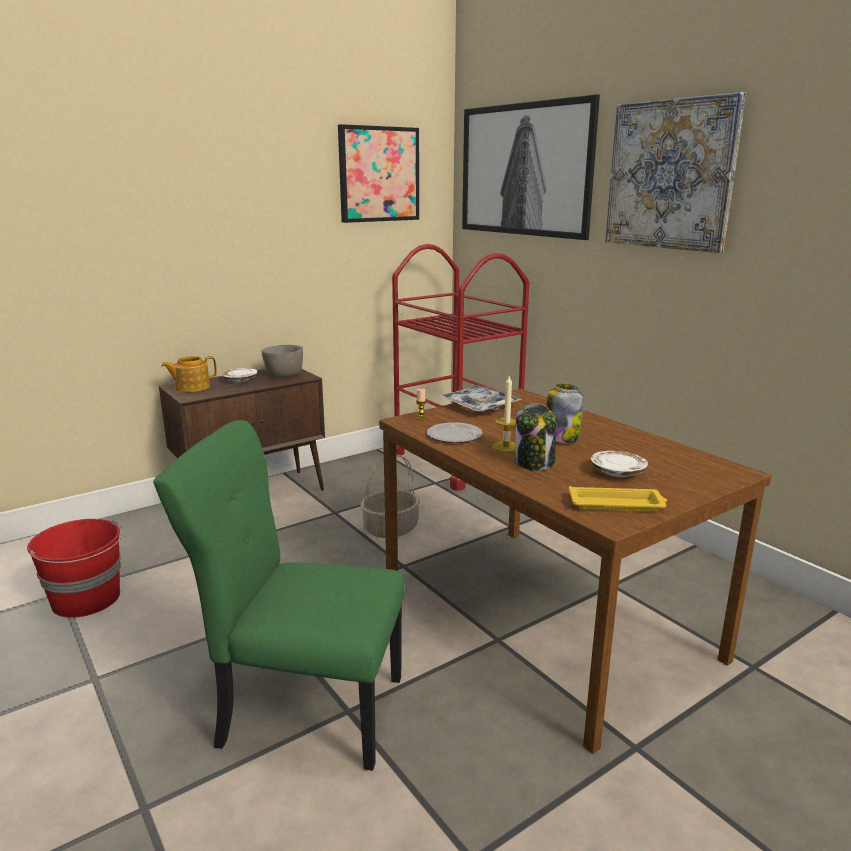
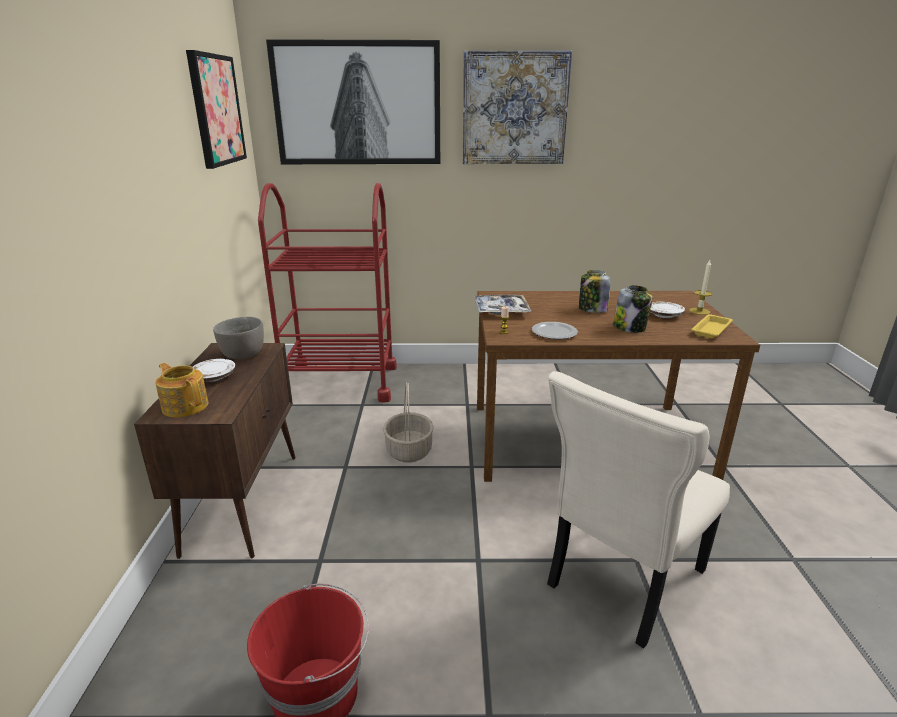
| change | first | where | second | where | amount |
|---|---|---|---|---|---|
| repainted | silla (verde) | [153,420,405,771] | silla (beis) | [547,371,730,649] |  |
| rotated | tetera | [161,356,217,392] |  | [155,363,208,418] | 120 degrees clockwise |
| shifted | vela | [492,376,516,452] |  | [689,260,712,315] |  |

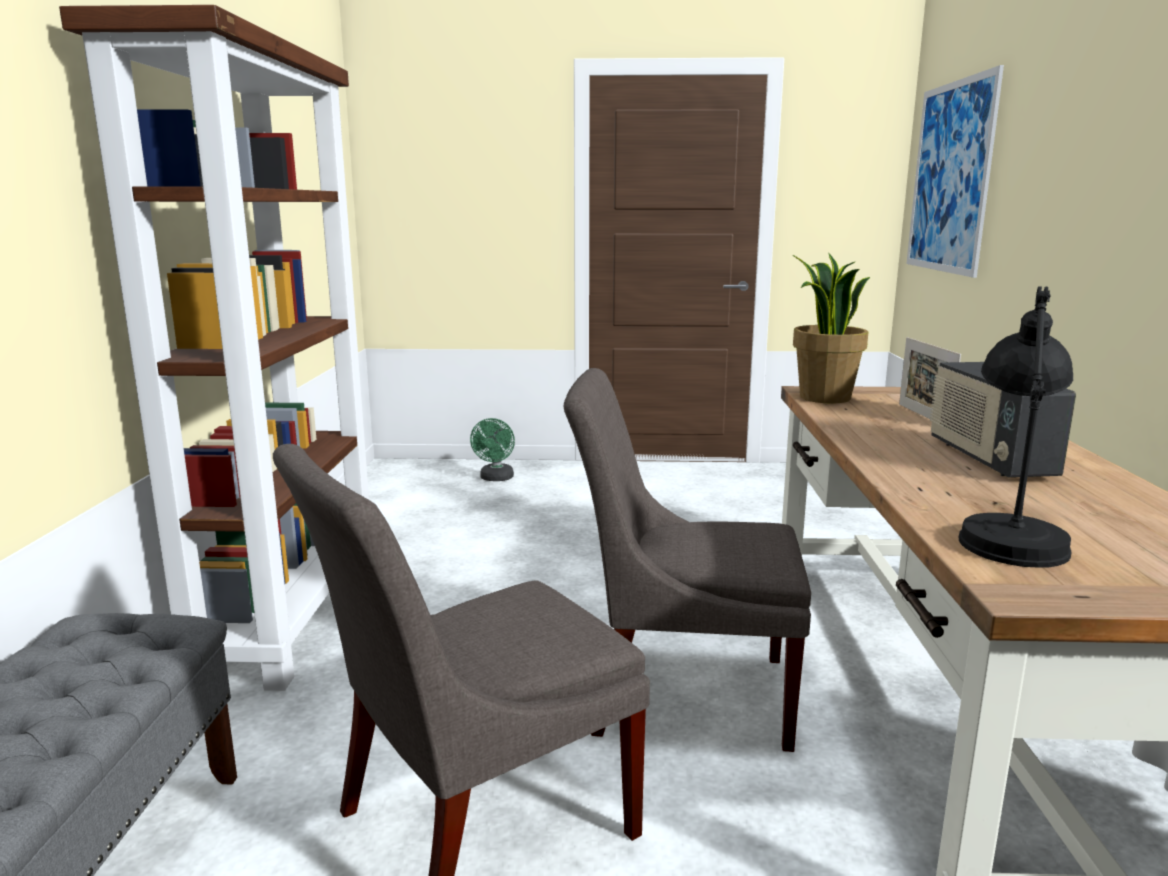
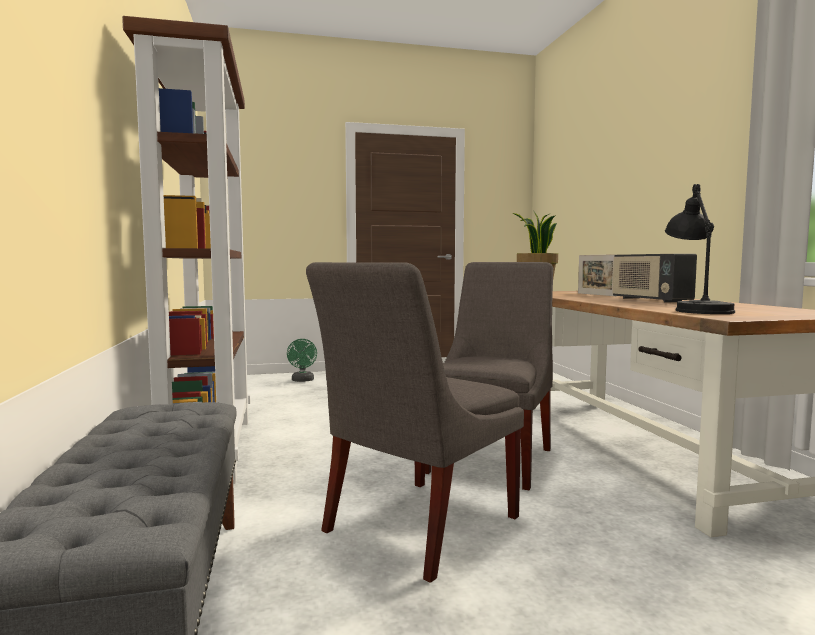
| change | first | where | second | where | amount |
|---|---|---|---|---|---|
| rotated | silla (gris) | [564,368,811,752] |  | [425,262,553,490] | 120 degrees clockwise |
| gone | cuadro | [906,65,1004,278] |  |  |  |

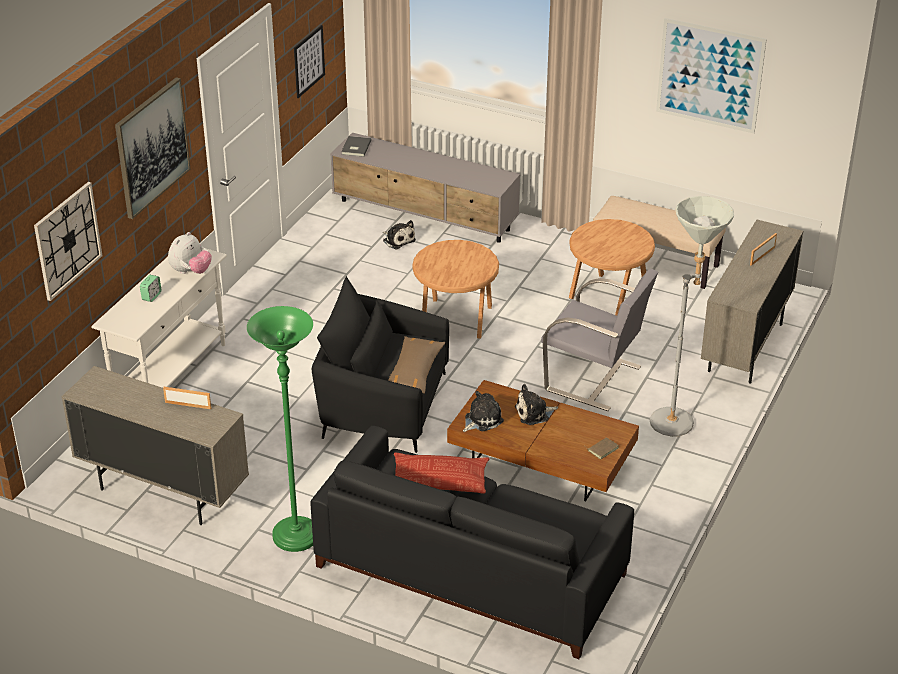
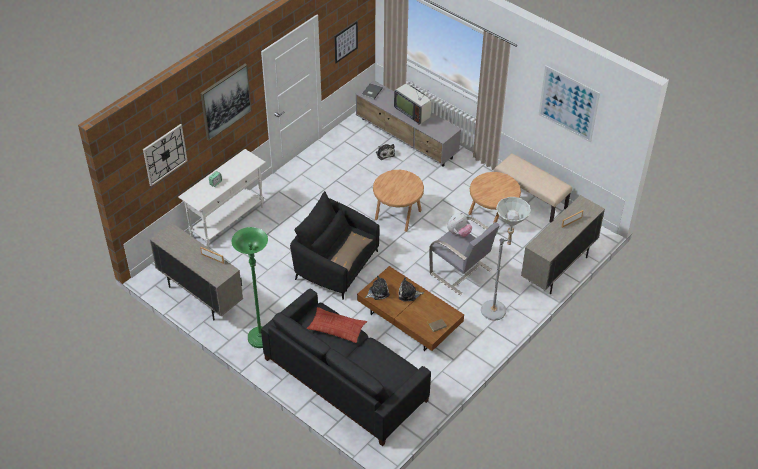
| change | first | where | second | where | amount |
|---|---|---|---|---|---|
| shifted | peluche | [168,232,212,274] |  | [447,212,472,237] |  |
| new |  |  | televisor | [394,81,431,125] |  |

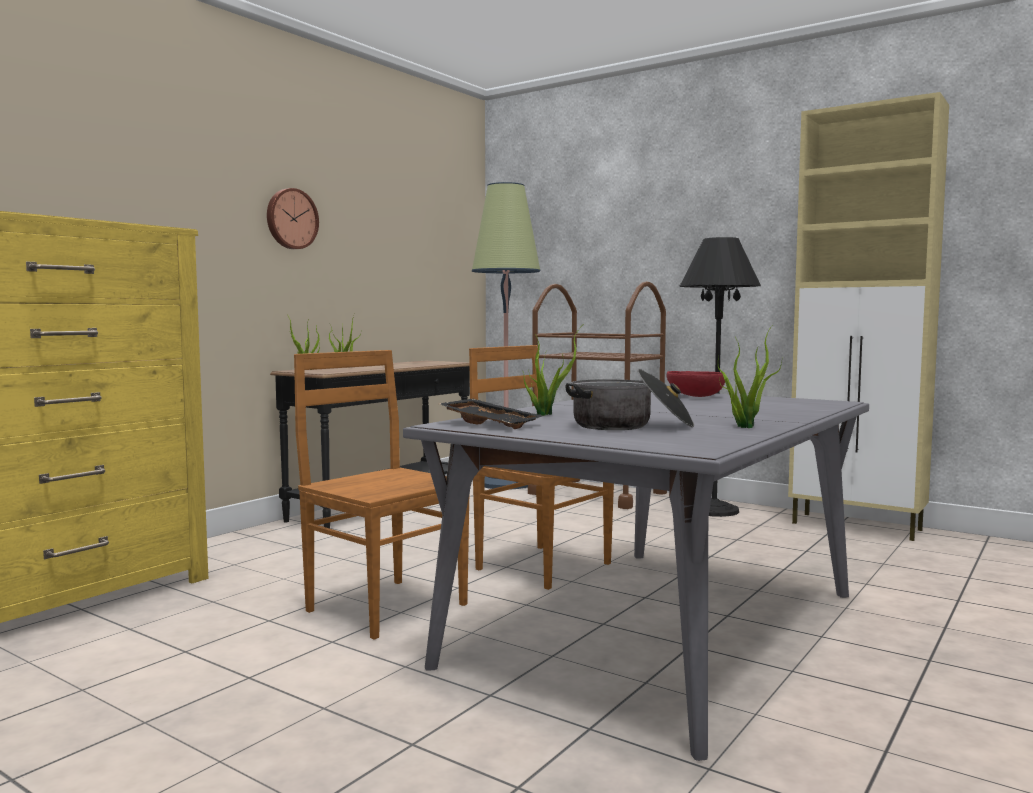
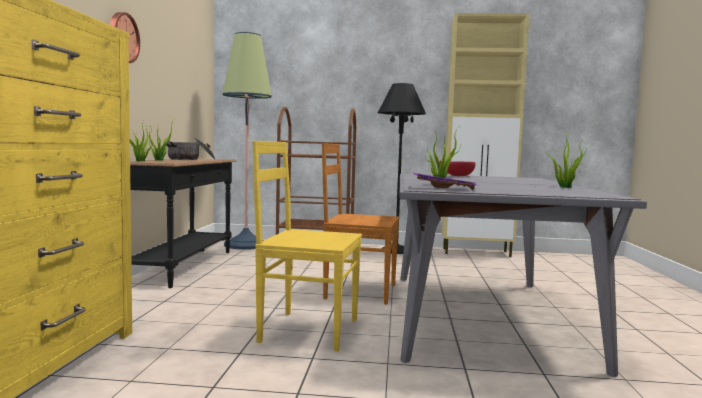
| change | first | where | second | where | amount |
|---|---|---|---|---|---|
| repainted | silla (marrón) | [294,350,469,640] | silla (amarillo) | [252,141,362,351] |  |
| repainted | bandeja (negro) | [440,399,543,429] | bandeja (morado) | [414,173,478,191] |  |
| shifted | olla | [565,369,694,430] |  | [167,138,216,160] |  |

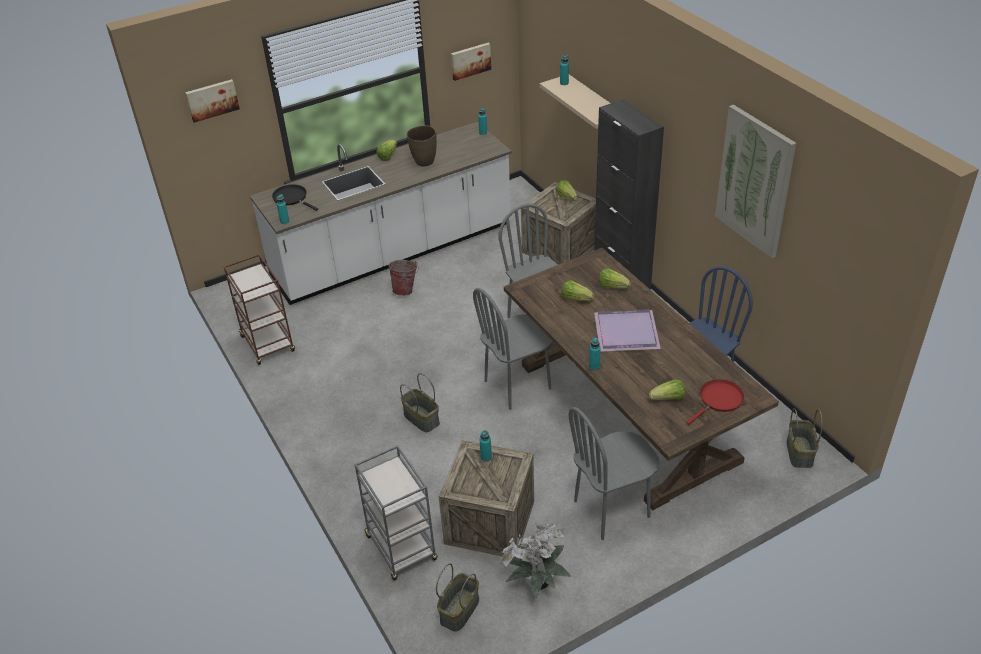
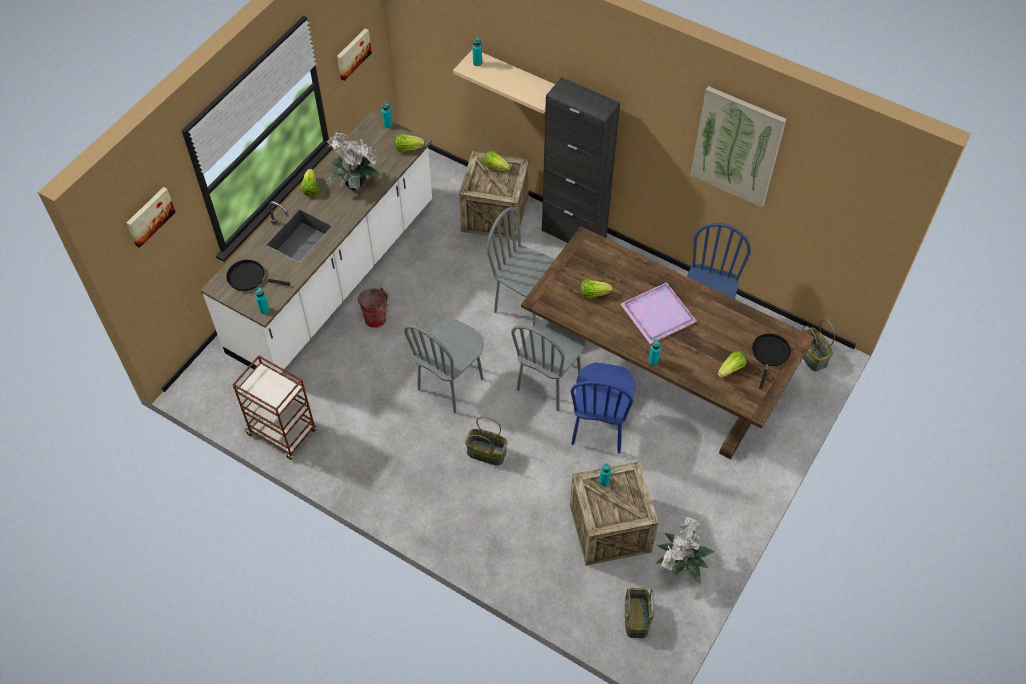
| change | first | where | second | where | amount |
|---|---|---|---|---|---|
| gone | carrito (gris) | [355,445,438,580] |  |  |  |
| swapped | florero (marrón) | [407,125,437,167] | planta en maceta | [325,132,381,191] |  |
| shifted | silla (gris) | [569,407,659,540] |  | [404,320,484,414] |  |
| shifted | lechuga | [598,268,631,289] |  | [395,134,425,152] |  |
| repainted | sartén (rojo) | [686,379,744,425] | sartén (negro) | [752,333,791,389] |  |
| new |  |  | silla (azul) | [571,363,635,454] |  |

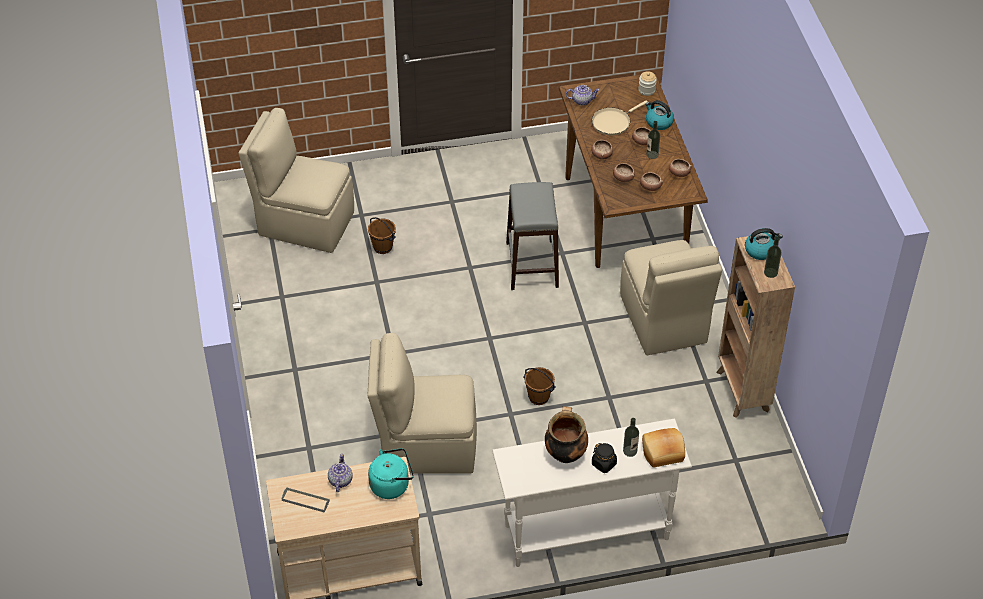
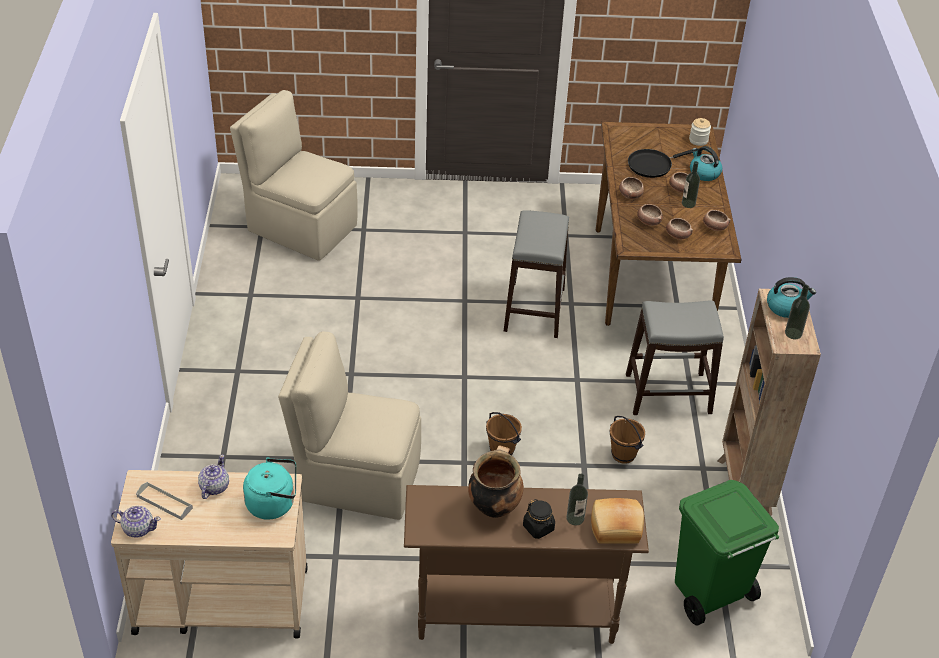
| change | first | where | second | where | amount |
|---|---|---|---|---|---|
| shifted | cubo (marrón) | [368,217,396,254] |  | [610,416,645,464] |  |
| repainted | mesa consola (blanco) | [492,418,692,567] | mesa consola (marrón) | [404,485,649,644] |  |
| shifted | tetera | [566,85,600,106] |  | [111,506,161,538] |  |
| repainted | sartén (beis) | [592,101,648,136] | sartén (negro) | [628,149,693,178] |  |
| swapped | silla (beis) | [620,240,722,355] | taburete (gris) | [626,301,724,415] |  |
| new |  |  | papelera (verde) | [675,480,779,625] |  |

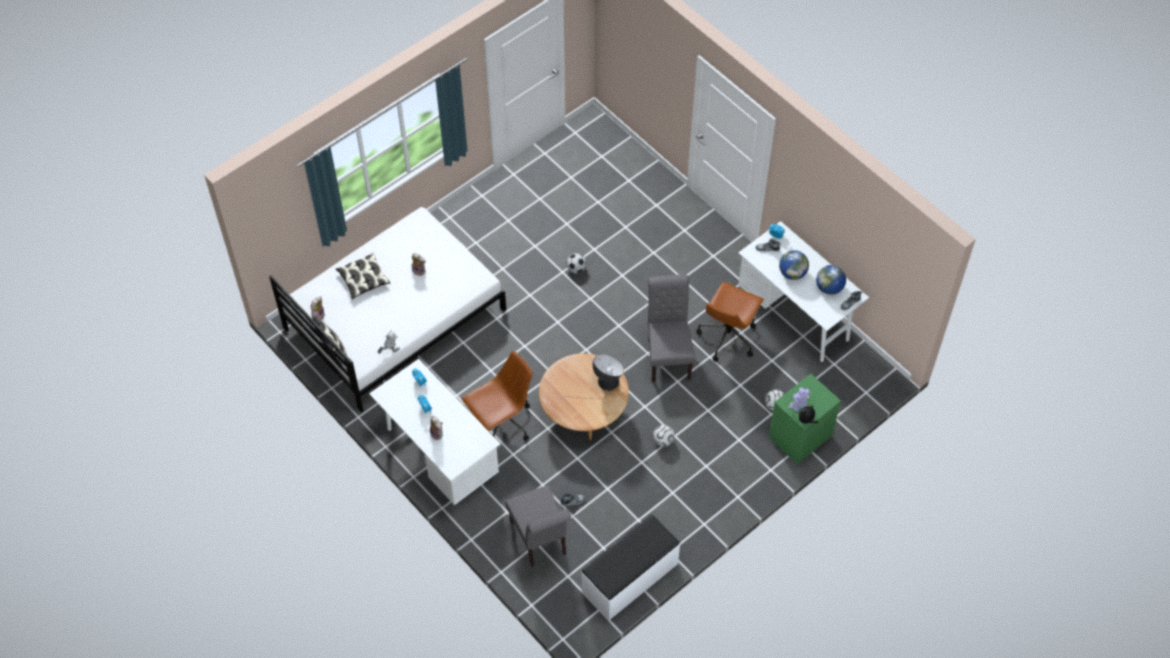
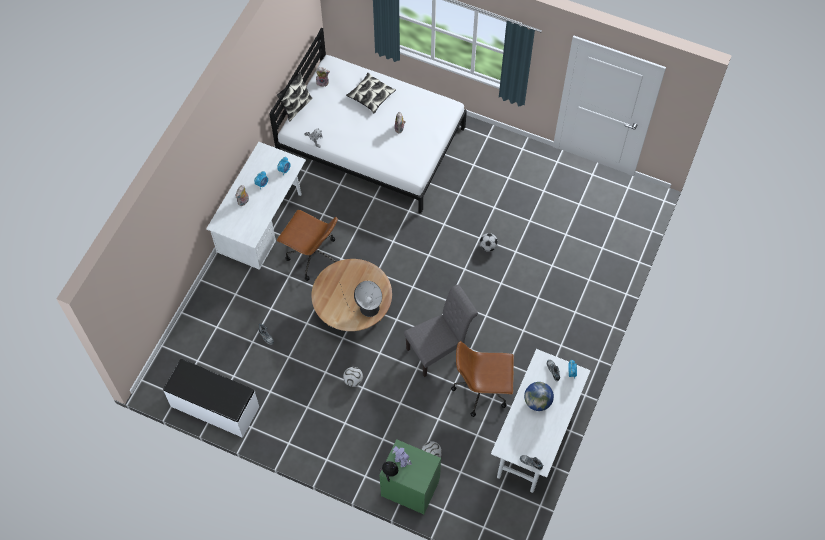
| change | first | where | second | where | amount |
|---|---|---|---|---|---|
| gone | silla (gris) | [505,485,571,567] |  |  |  |
| gone | globo terráqueo | [816,265,846,295] |  |  |  |

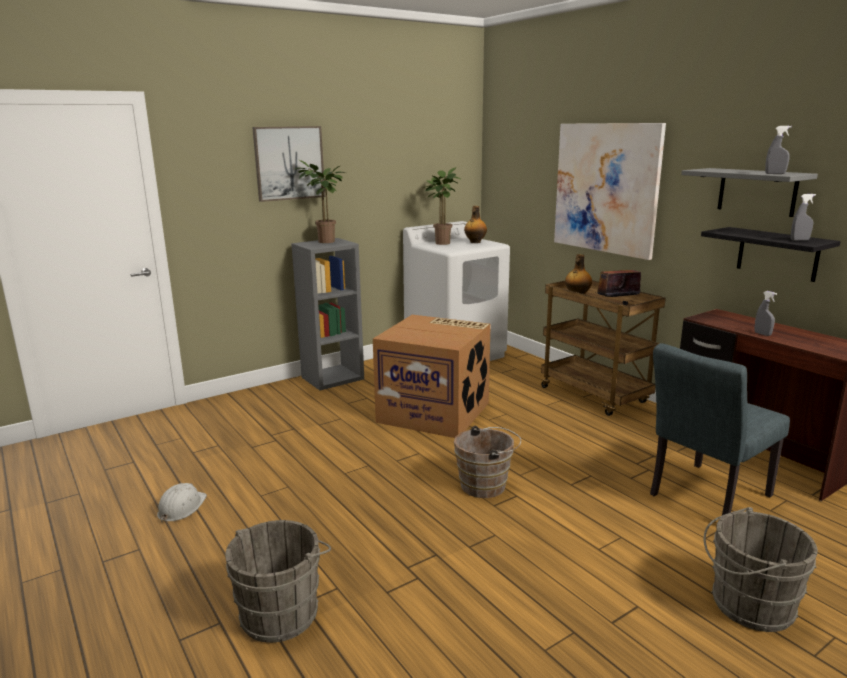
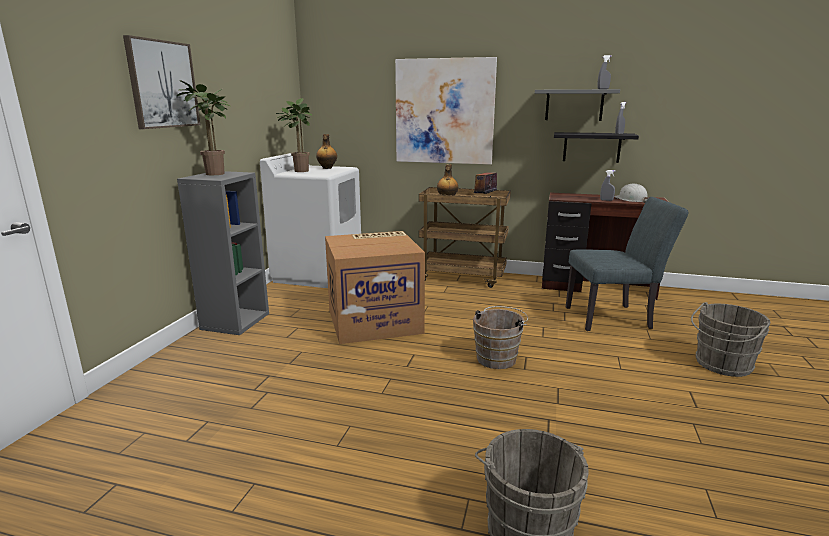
| change | first | where | second | where | amount |
|---|---|---|---|---|---|
| shifted | casco (blanco) | [157,483,207,523] |  | [614,184,648,203] |  |
| rotated | silla (gris) | [650,343,790,515] |  | [566,197,689,331] | 105 degrees counterclockwise |

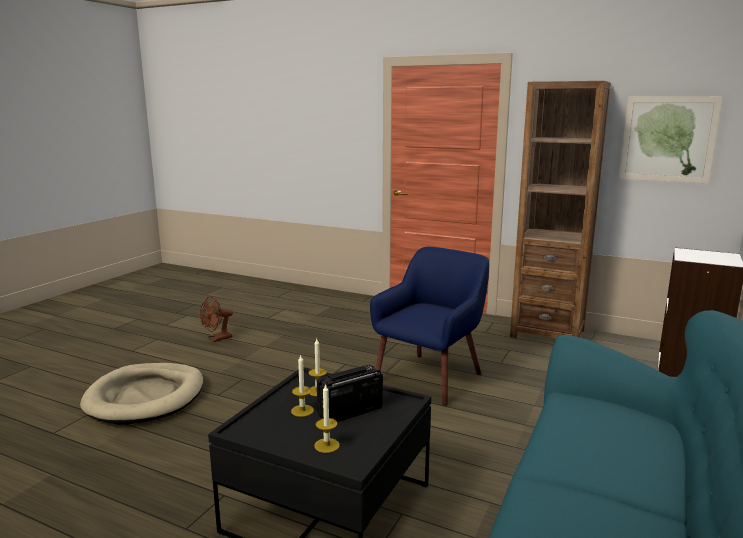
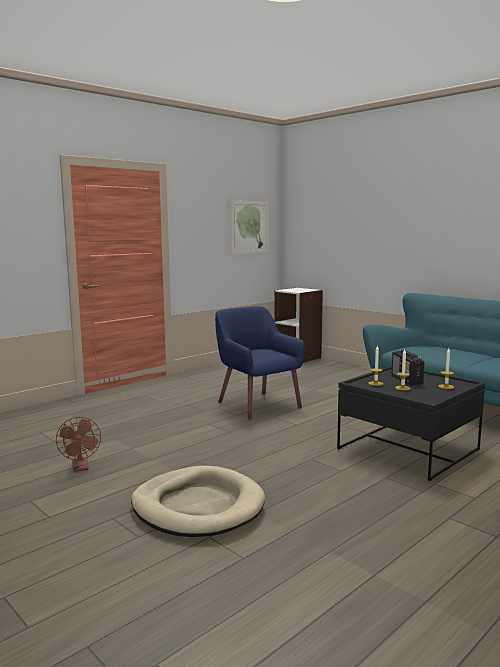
| change | first | where | second | where | amount |
|---|---|---|---|---|---|
| gone | estantería (marrón) | [510,81,611,338] |  |  |  |

